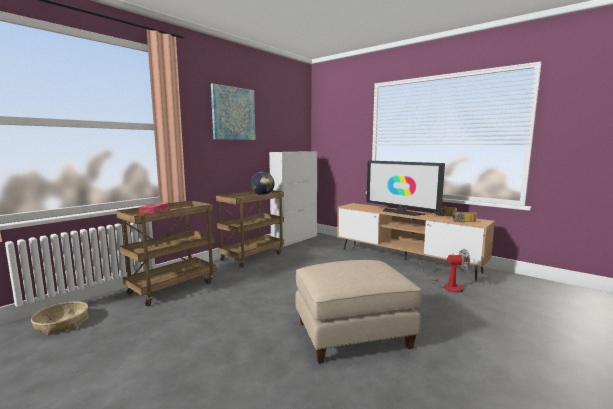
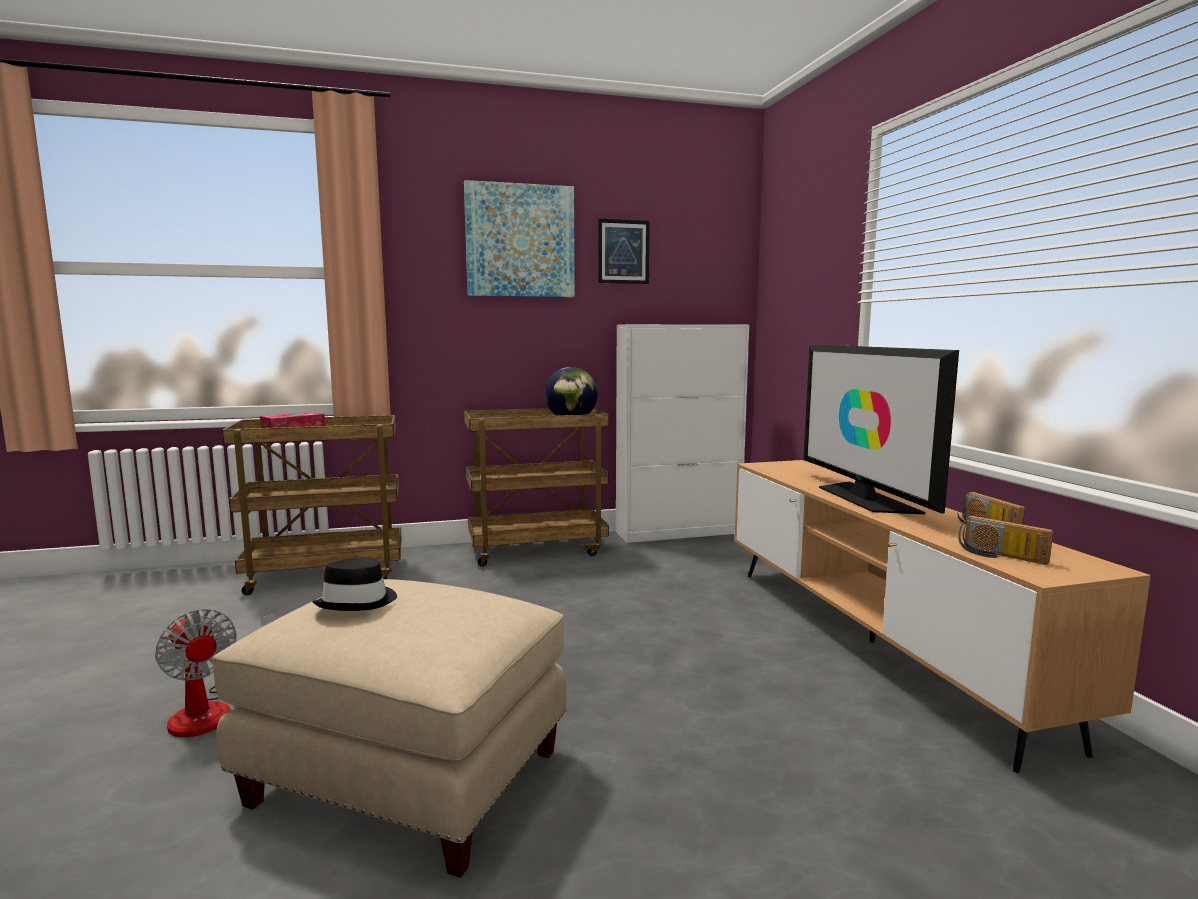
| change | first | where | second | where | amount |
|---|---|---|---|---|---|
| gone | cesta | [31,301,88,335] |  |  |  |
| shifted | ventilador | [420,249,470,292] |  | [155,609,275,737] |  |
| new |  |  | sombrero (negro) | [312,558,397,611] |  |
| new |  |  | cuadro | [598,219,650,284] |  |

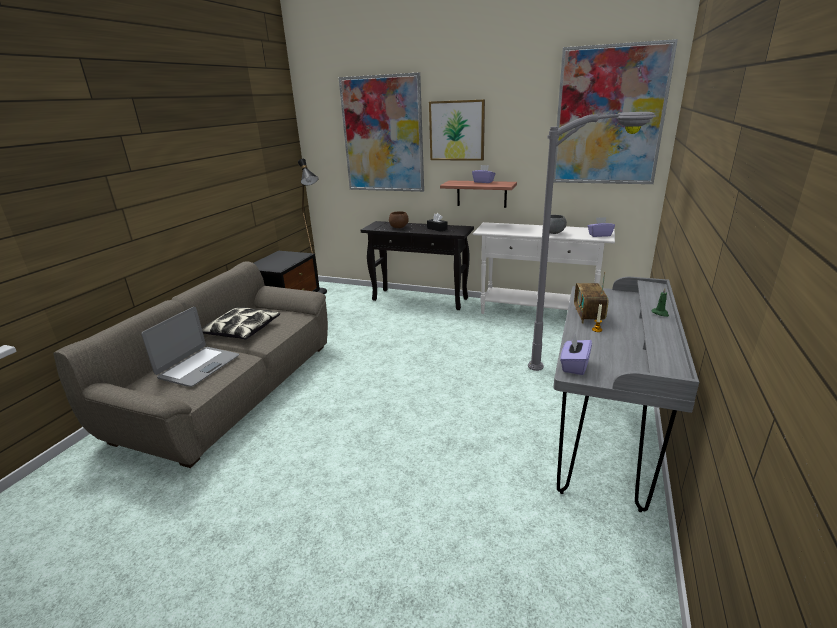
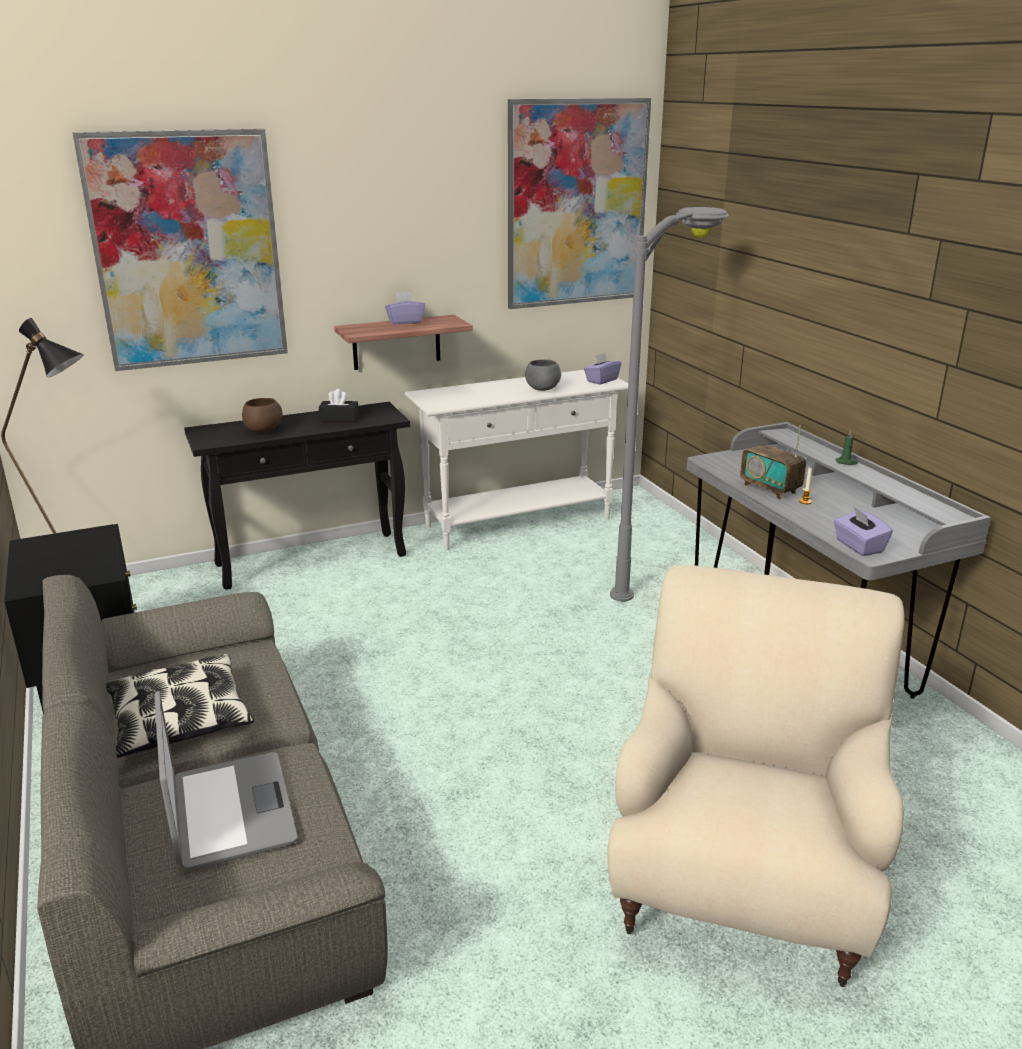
| change | first | where | second | where | amount |
|---|---|---|---|---|---|
| gone | cuadro | [429,99,485,161] |  |  |  |
| new |  |  | sillón (beis) | [607,564,904,987] |  |

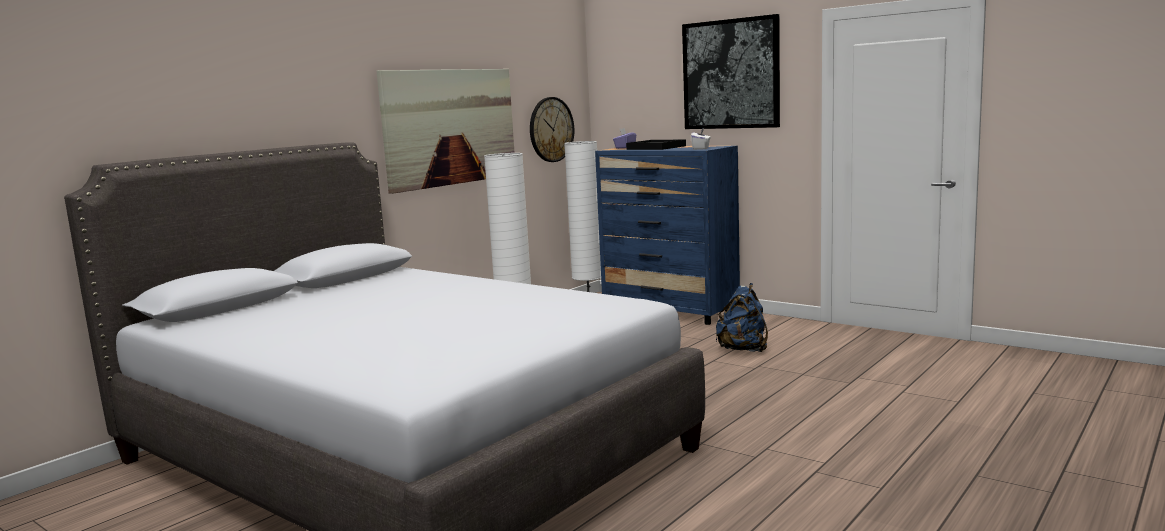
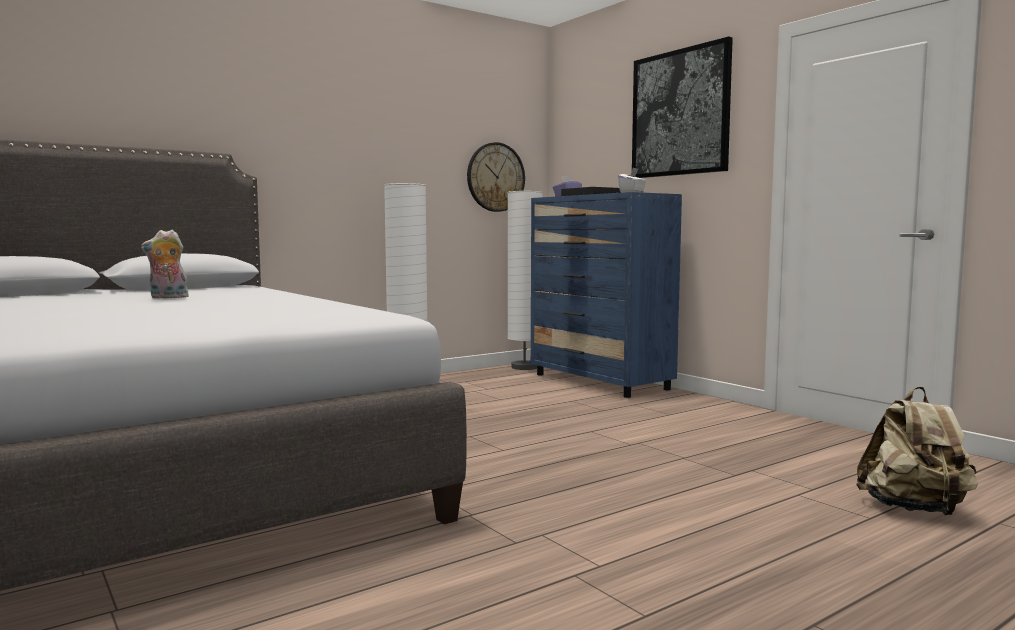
| change | first | where | second | where | amount |
|---|---|---|---|---|---|
| gone | cuadro | [377,69,515,194] |  |  |  |
| gone | mochila (azul) | [716,283,768,352] |  |  |  |
| new |  |  | peluche | [141,230,189,299] |  |
| new |  |  | mochila (beis) | [856,387,978,516] |  |

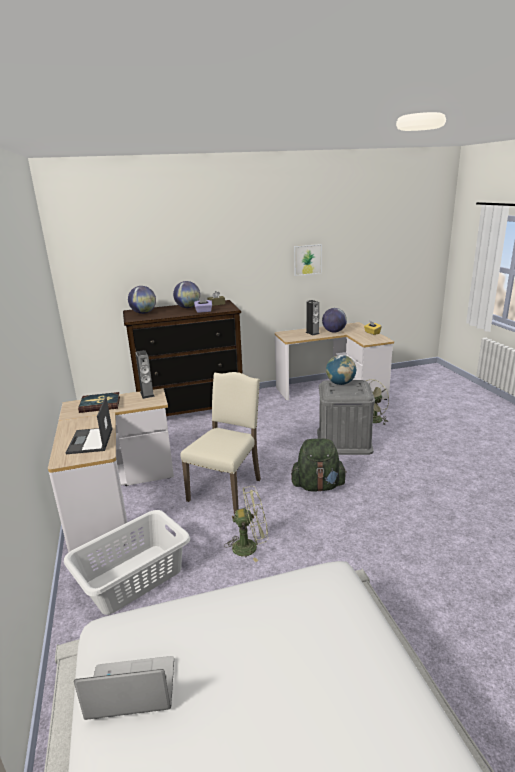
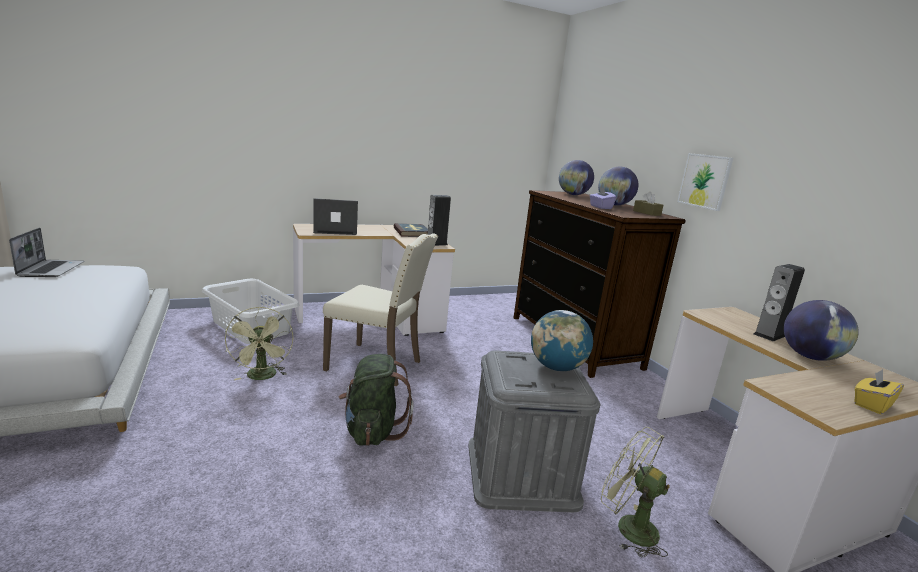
| change | first | where | second | where | amount |
|---|---|---|---|---|---|
| shifted | cuadro | [294,244,322,276] |  | [677,153,733,211] |  |

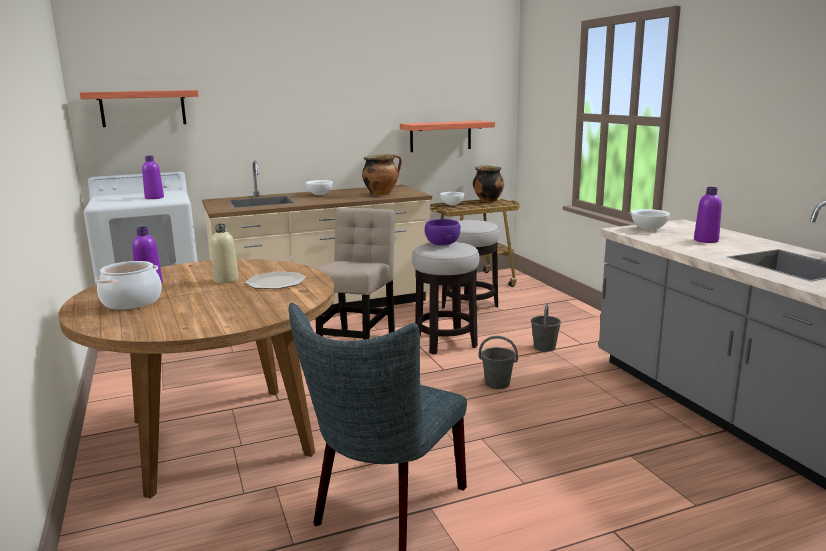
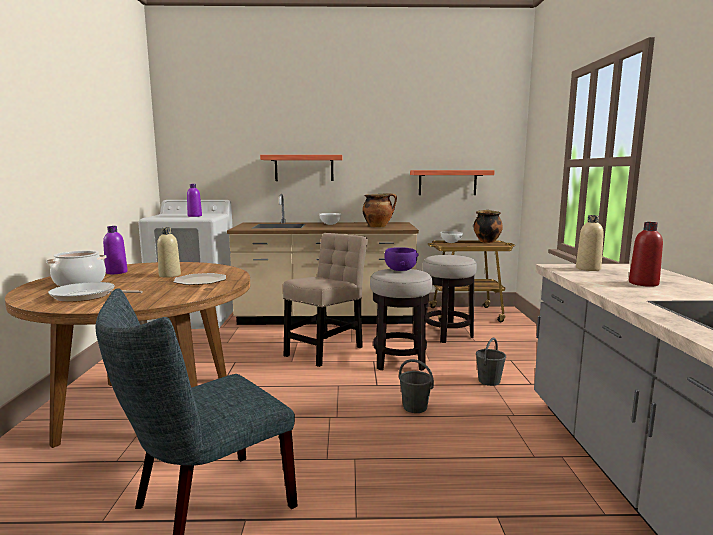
| change | first | where | second | where | amount |
|---|---|---|---|---|---|
| shifted | estante | [80,90,199,127] |  | [260,155,343,181] |  |
| swapped | cuenco (blanco) | [631,209,670,230] | botella (beis) | [576,215,604,271] |  |
| repainted | botella (morado) | [694,187,722,243] | botella (rojo) | [629,222,663,287] |  |
| new |  |  | sartén | [48,282,143,302] |  |

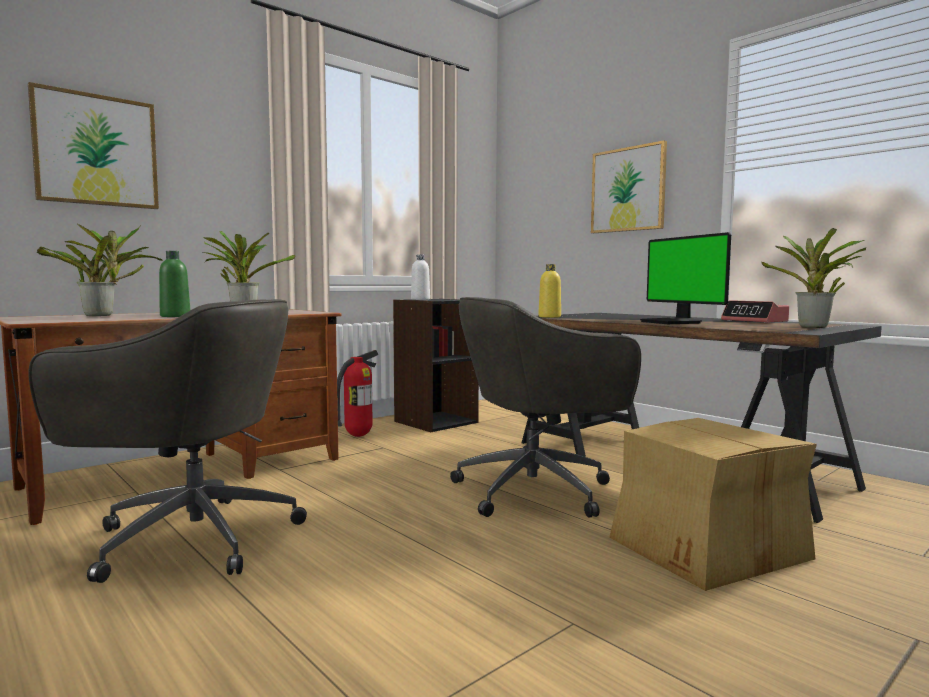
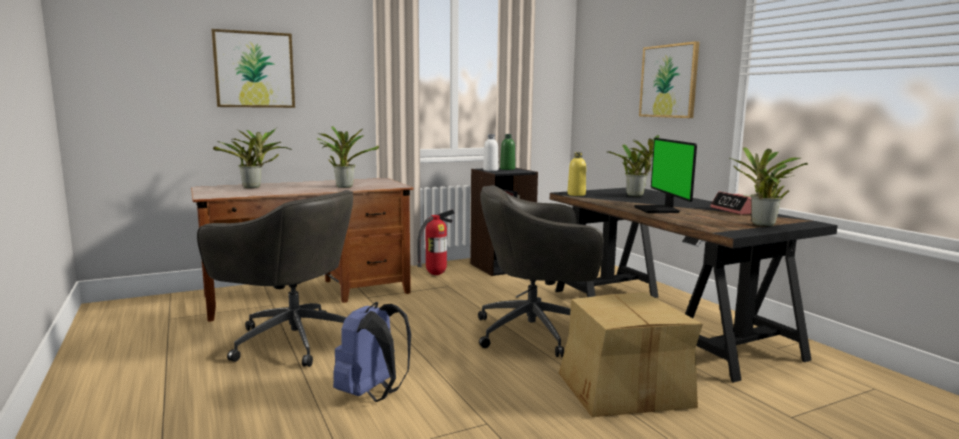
| change | first | where | second | where | amount |
|---|---|---|---|---|---|
| shifted | botella (verde) | [159,251,190,317] |  | [500,134,515,170] |  |
| new |  |  | mochila (azul) | [333,302,411,402] |  |
| new |  |  | planta en maceta | [608,135,659,197] |  |

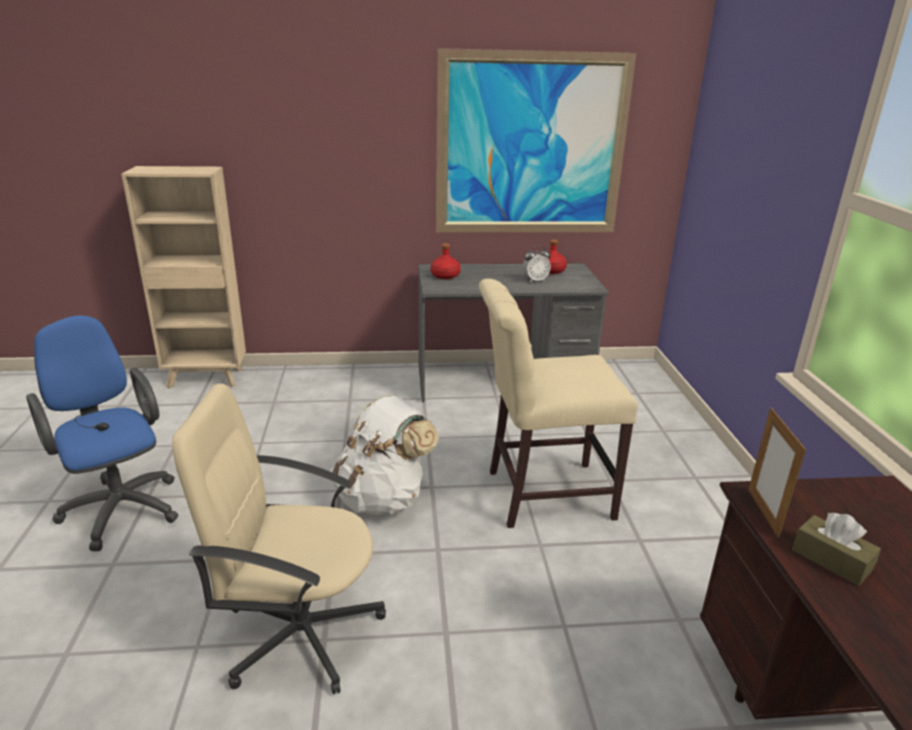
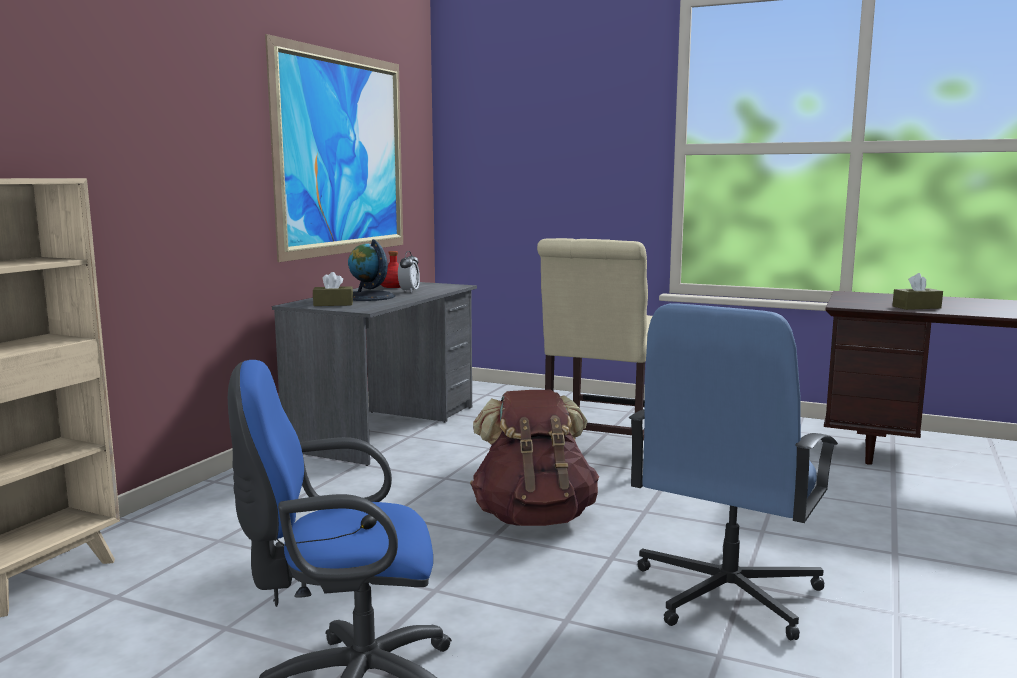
| change | first | where | second | where | amount |
|---|---|---|---|---|---|
| repainted | silla de oficina (beis) | [172,384,386,694] | silla de oficina (azul) | [629,303,838,641] |  |
| repainted | mochila (blanco) | [330,395,439,515] | mochila (marrón) | [470,390,599,526] |  |
| swapped | botella (rojo) | [430,243,461,279] | caja de pañuelos (marrón) | [313,272,353,306] |  |
| gone | portarretratos | [749,407,806,538] |  |  |  |
| new |  |  | globo terráqueo | [348,239,395,301] |  |

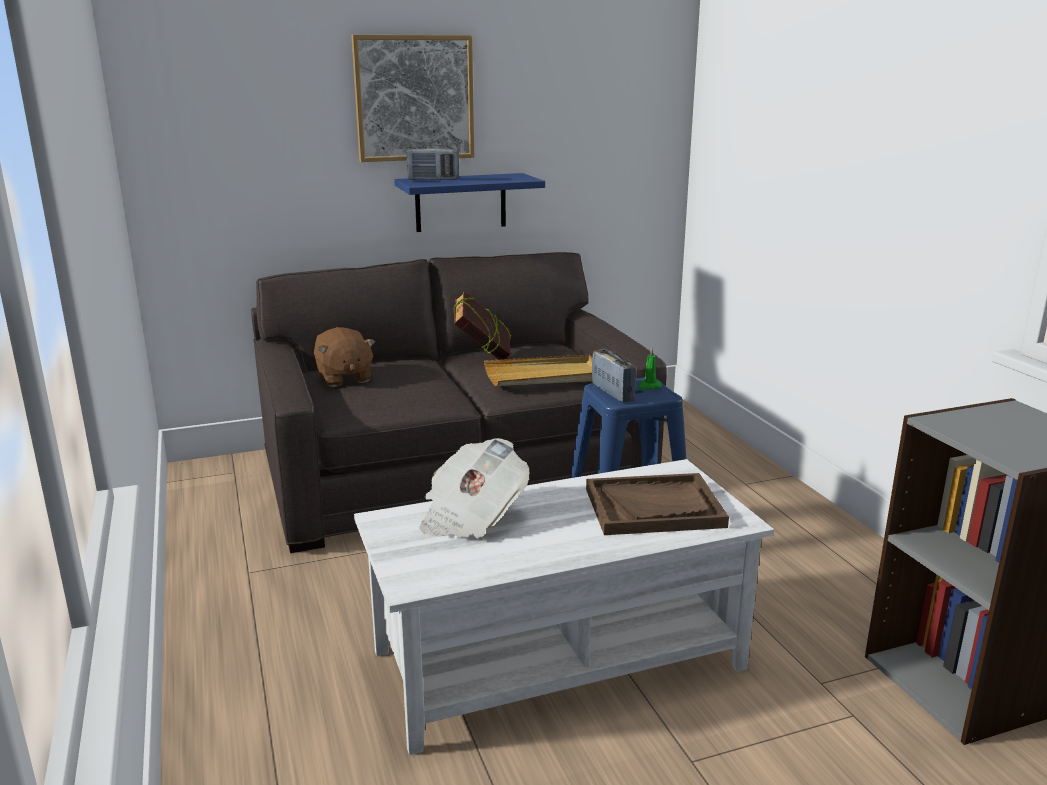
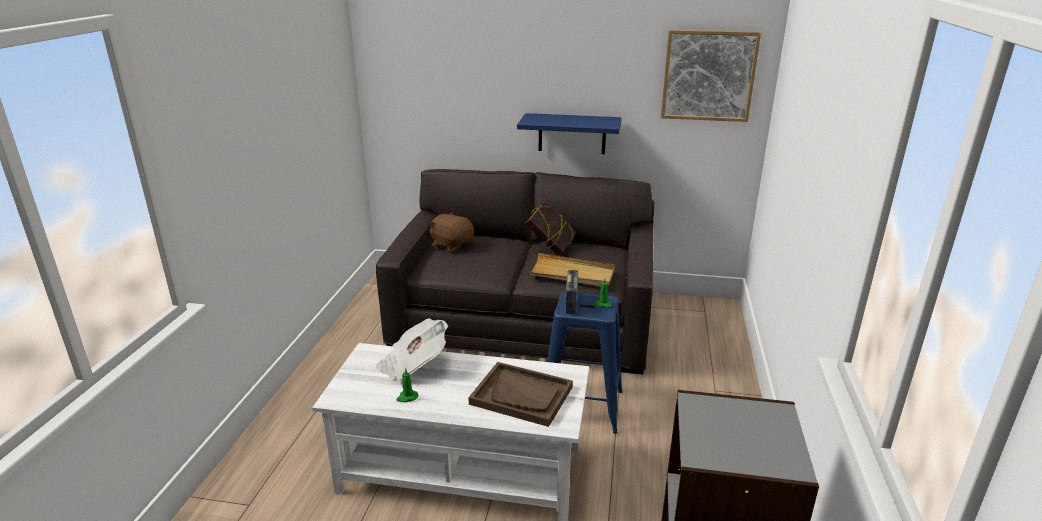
| change | first | where | second | where | amount |
|---|---|---|---|---|---|
| rotated | peluche (marrón) | [314,327,375,387] |  | [429,213,474,253] | 120 degrees clockwise |
| shifted | cuadro | [351,35,474,162] |  | [661,30,761,122] |  |
| gone | radio | [407,145,459,180] |  |  |  |
| new |  |  | vela (verde) | [396,368,418,402] |  |

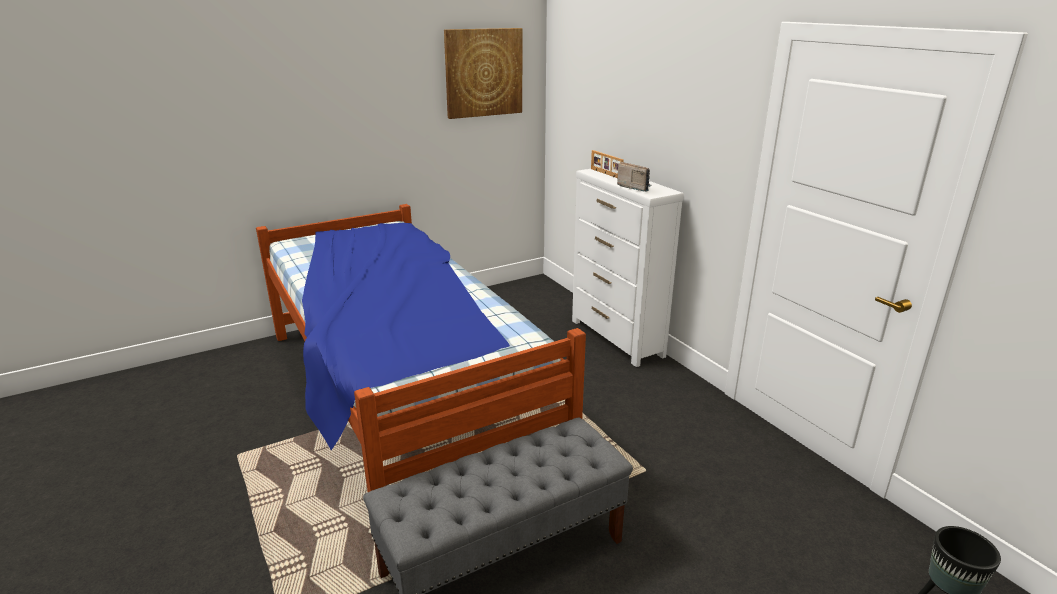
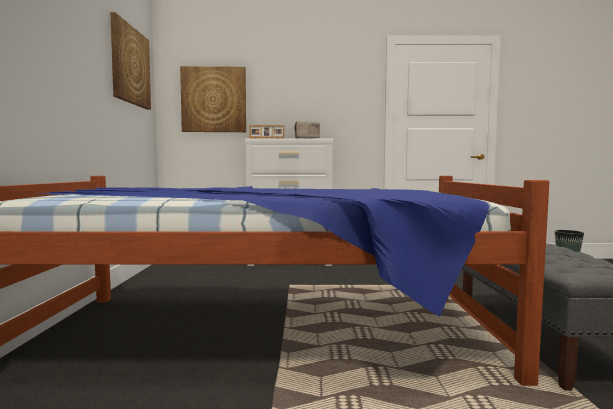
| change | first | where | second | where | amount |
|---|---|---|---|---|---|
| new |  |  | cuadro | [180,66,246,132] |  |

